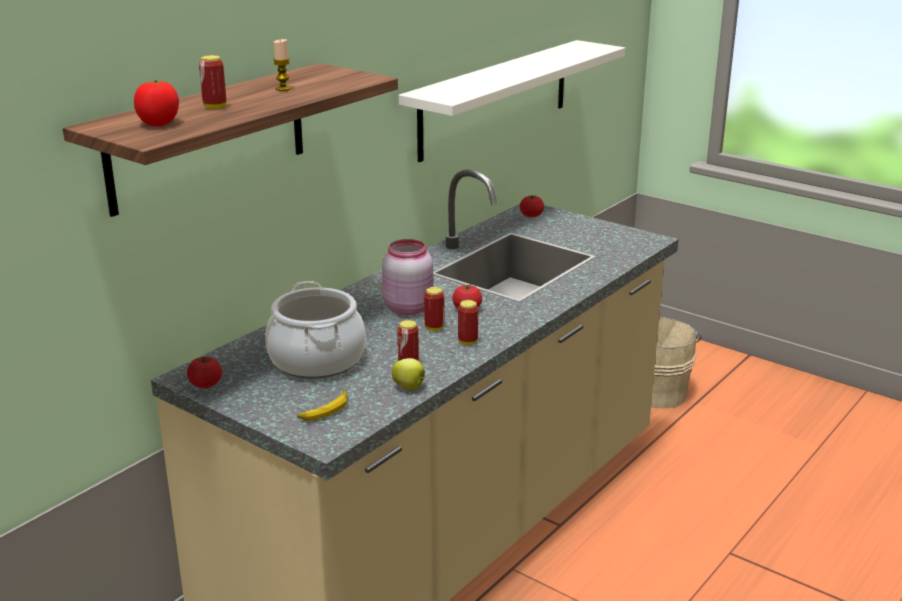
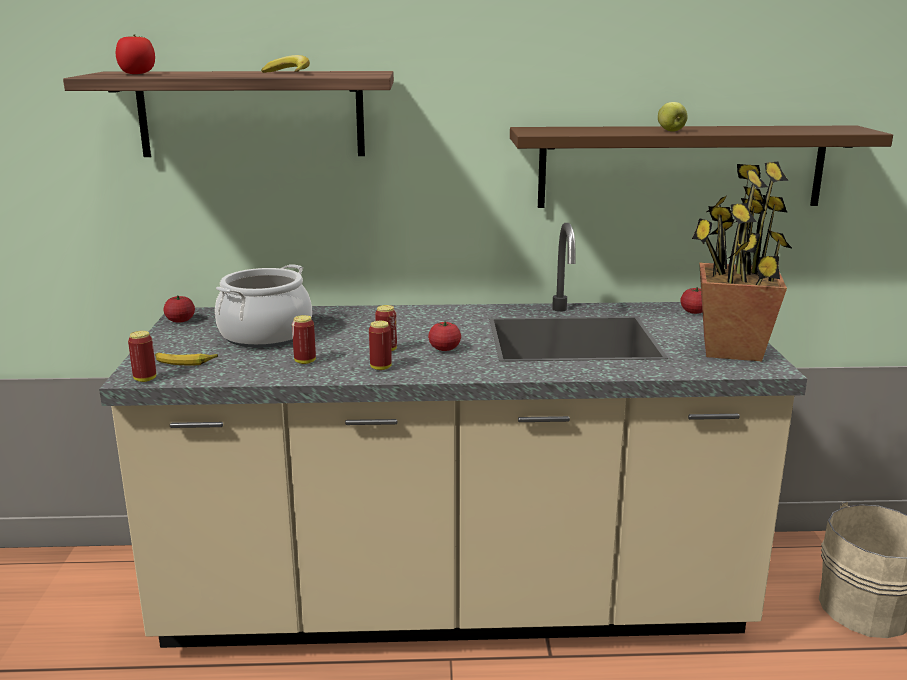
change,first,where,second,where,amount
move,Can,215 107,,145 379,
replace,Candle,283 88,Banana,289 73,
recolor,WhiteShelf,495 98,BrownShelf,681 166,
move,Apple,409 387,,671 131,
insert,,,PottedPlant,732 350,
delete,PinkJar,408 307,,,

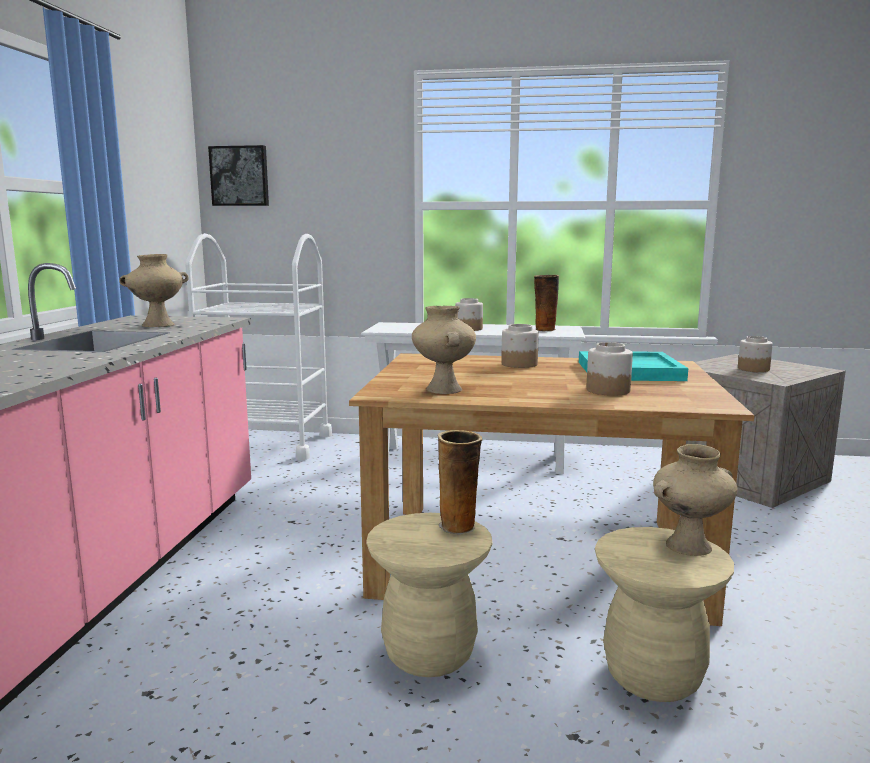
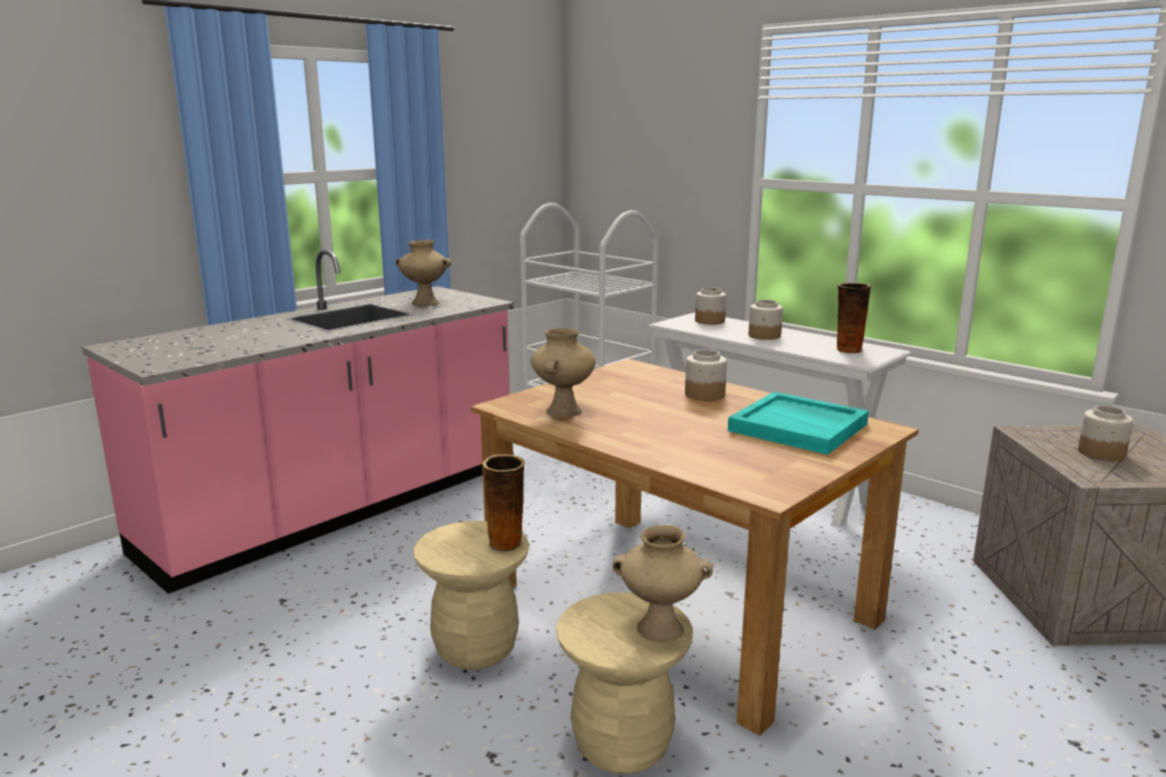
change,first,where,second,where,amount
move,Jar,607 390,,710 321,
delete,Picture,240 176,,,

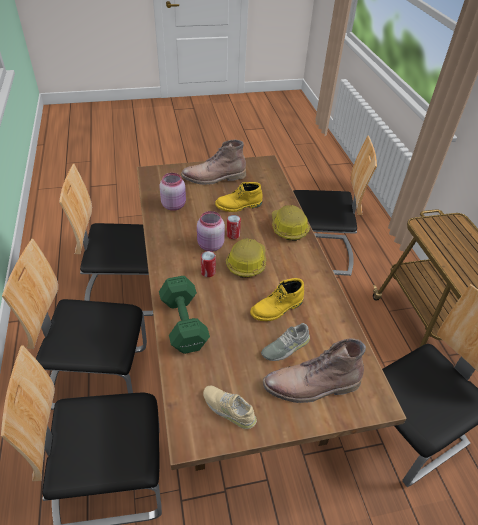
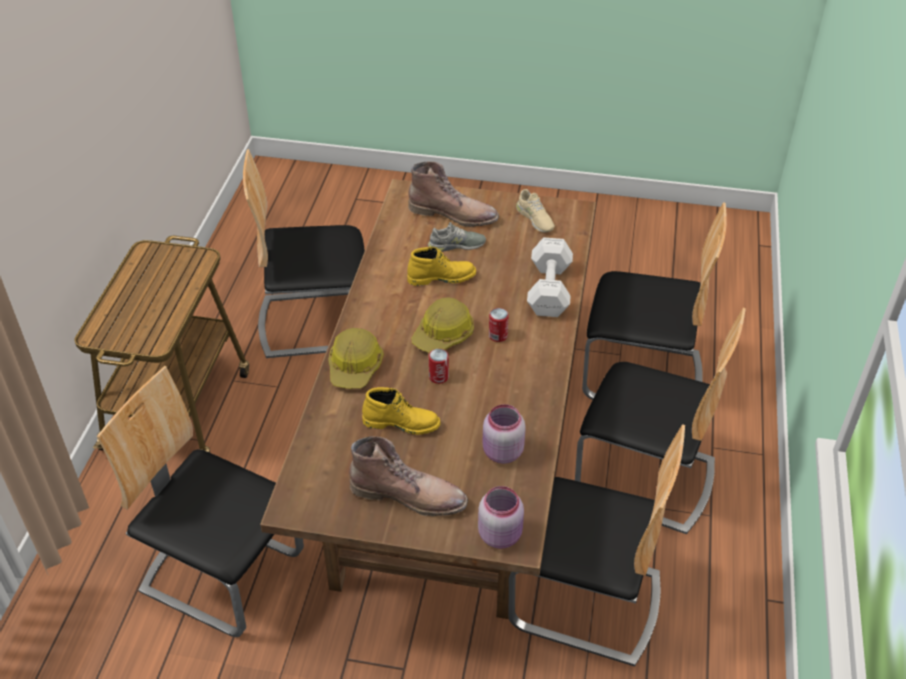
change,first,where,second,where,amount
move,PinkJar,210 246,,501 534,
recolor,GreenDumbbell,184 321,WhiteDumbbell,548 291,

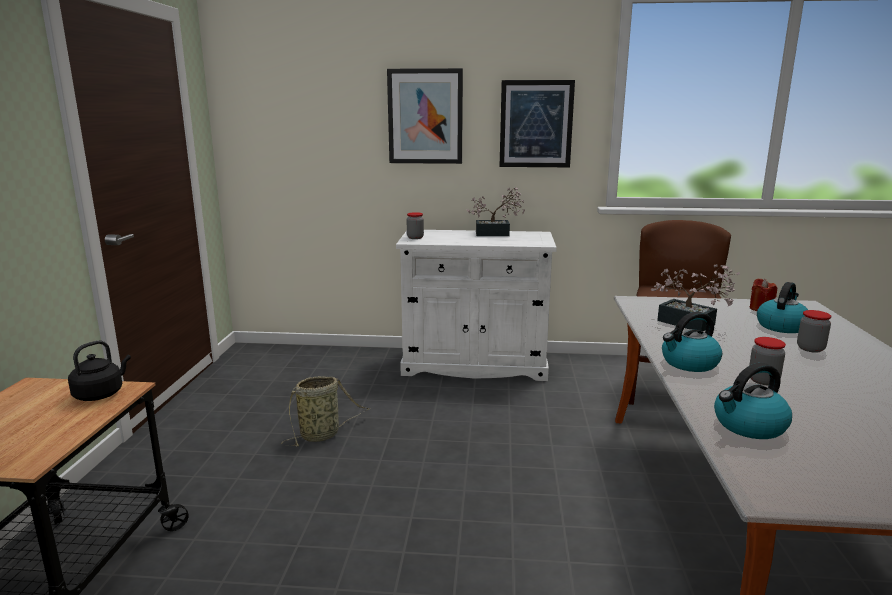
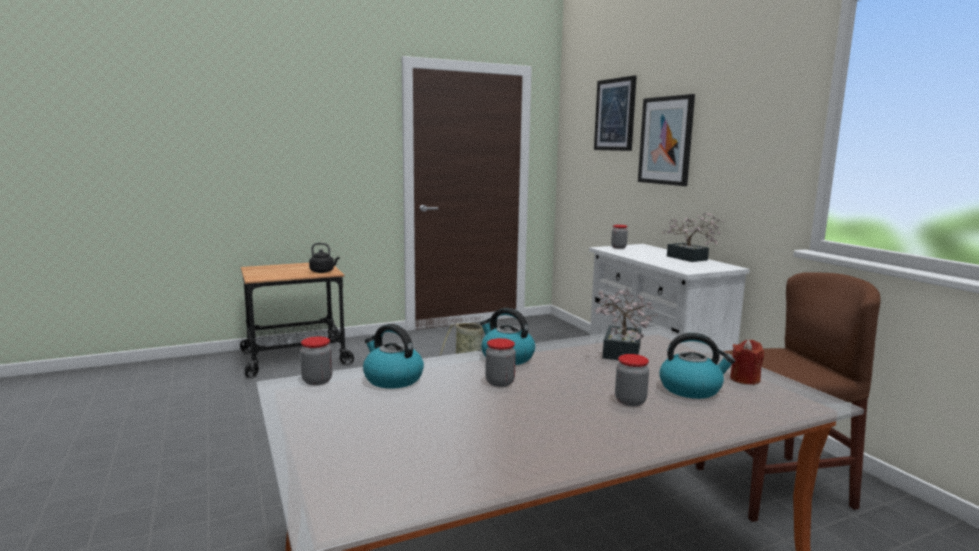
change,first,where,second,where,amount
insert,,,Jar,317 381,
move,Picture,536 124,,615 114,

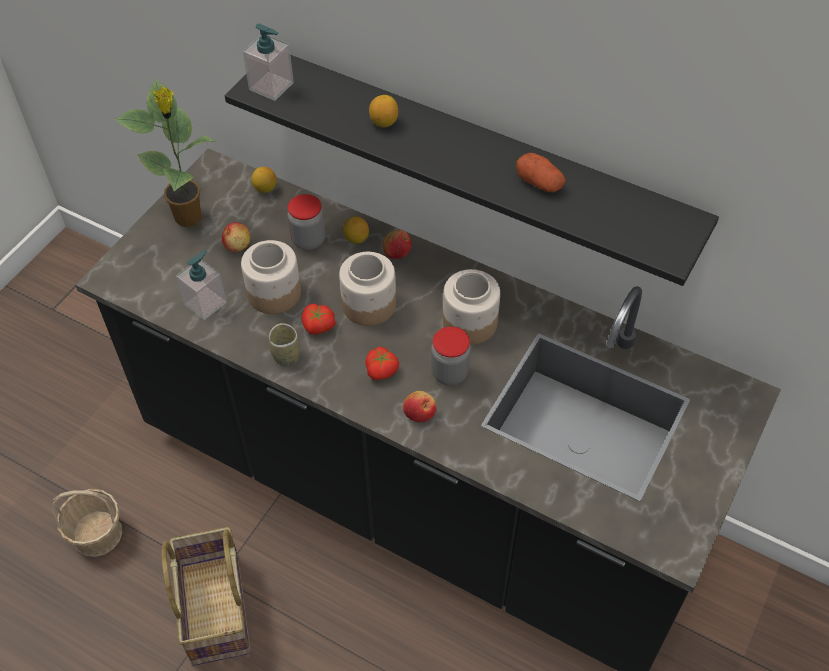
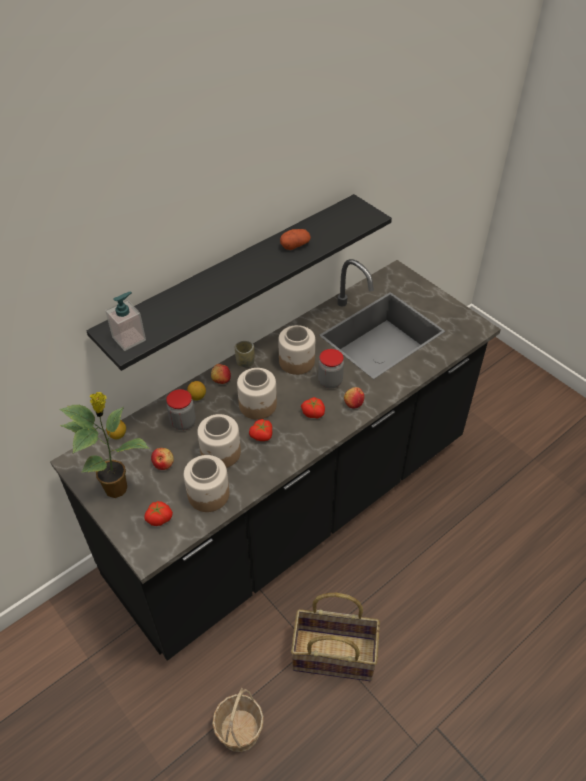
change,first,where,second,where,amount
insert,,,Tomato,159 517,
replace,SoapDispenser,205 303,Jar,208 495,
move,Cup,286 356,,245 362,
delete,Lemon,384 122,,,

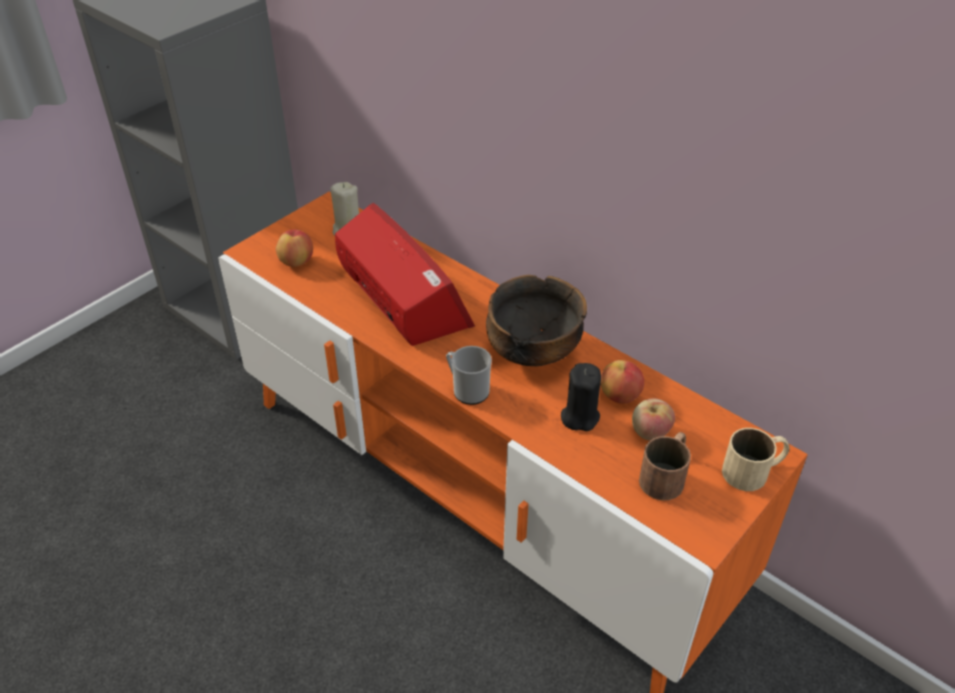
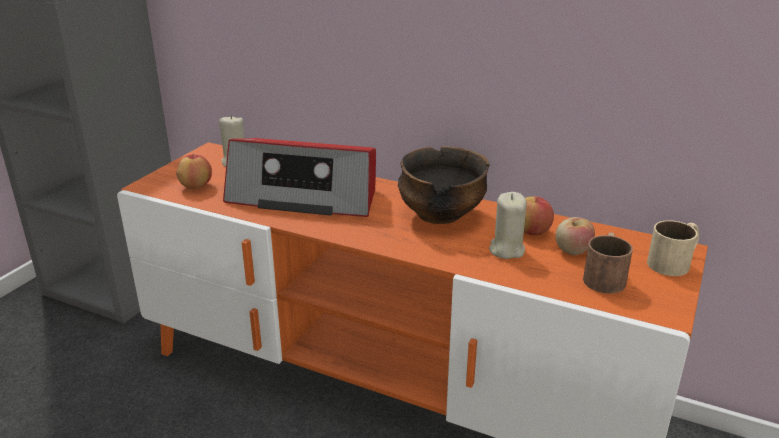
change,first,where,second,where,amount
rotate,Radio,402 296,,305 195,150 degrees clockwise
recolor,BlackCandle,579 417,BeigeCandle,506 250,
delete,Mug,467 390,,,

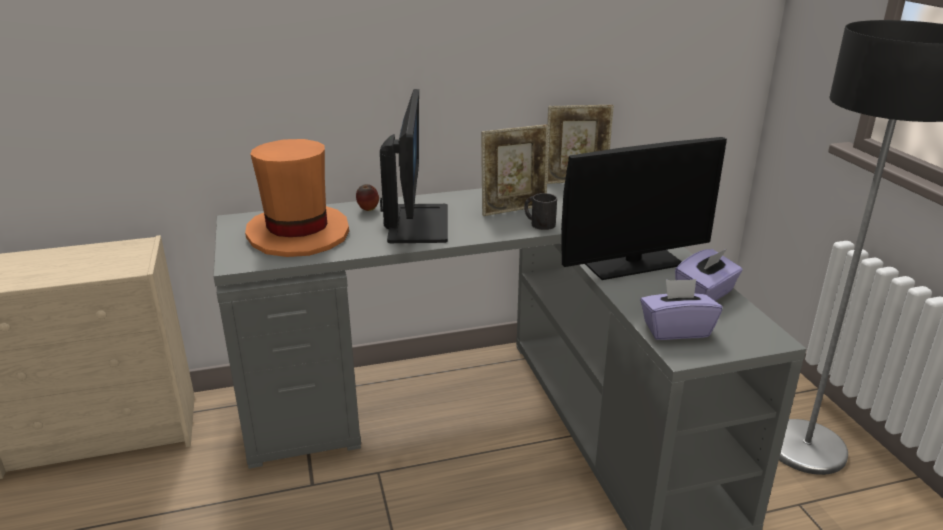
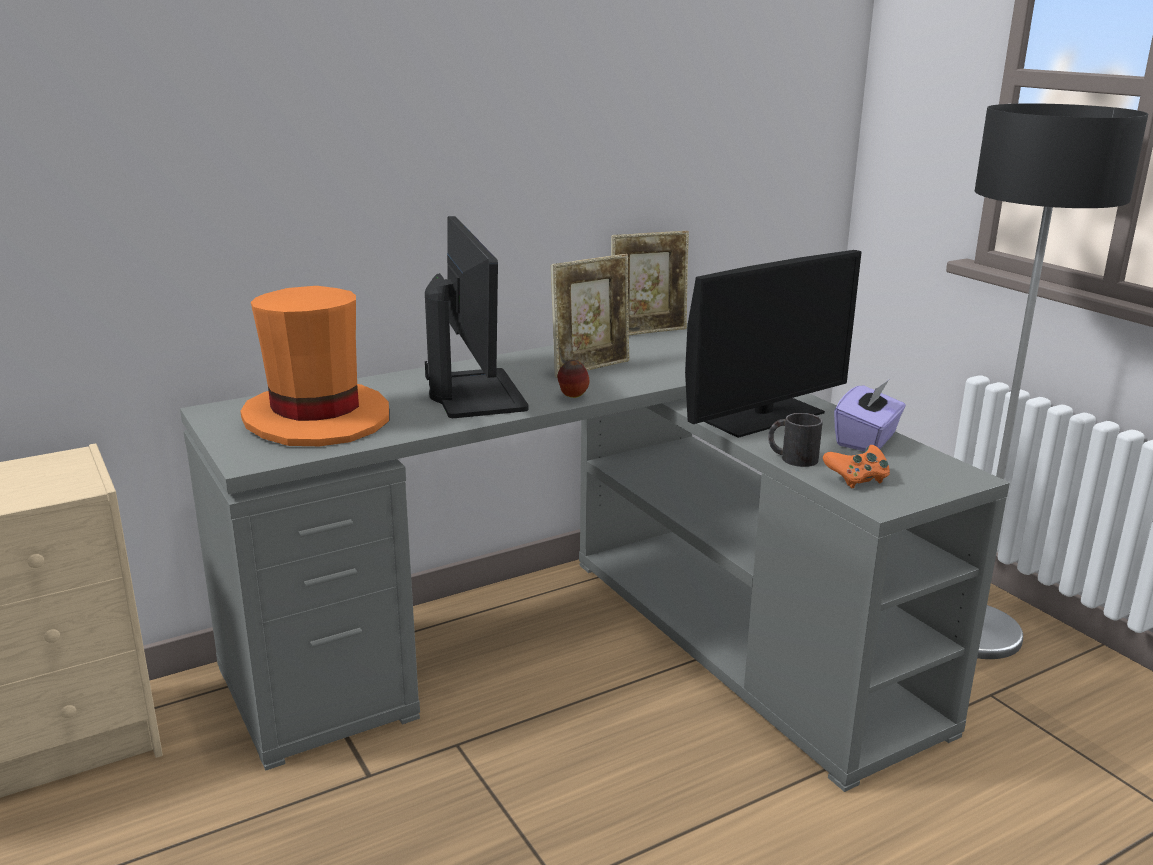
change,first,where,second,where,amount
move,Apple,368 210,,573 397,
move,BlackMug,538 223,,792 458,
replace,PurpleTissueBox,676 330,OrangeGameController,857 480,

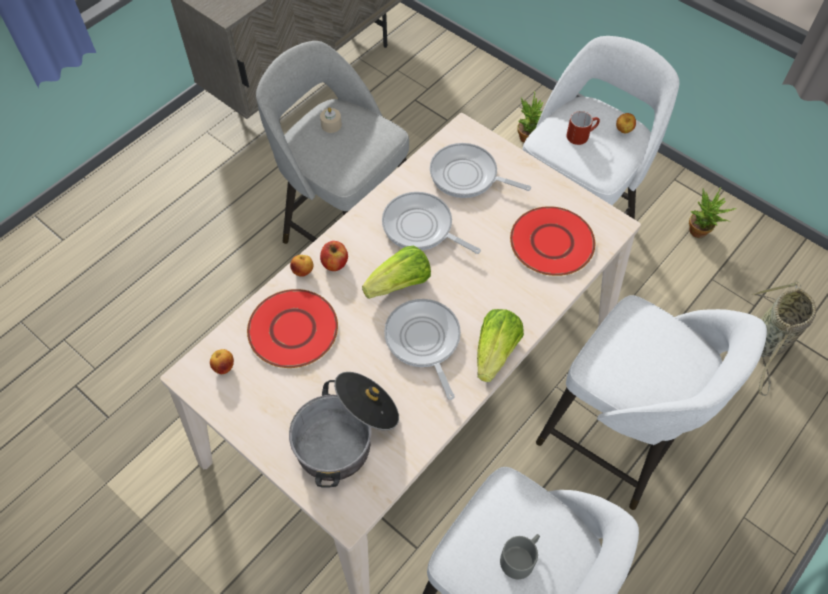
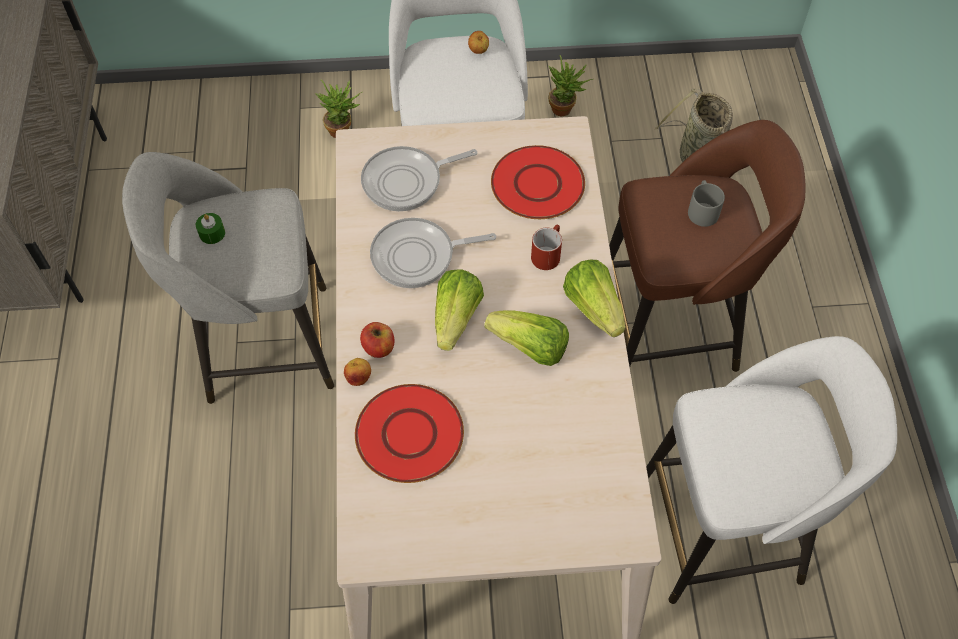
change,first,where,second,where,amount
recolor,BeigeCandle,331 125,GreenCandle,212 233,
replace,FryingPan,424 341,Lettuce,529 348,
move,RedMug,581 135,,547 253,
recolor,WhiteStool,617 437,BrownStool,671 326,
move,GreyMug,520 557,,701 209,
delete,Apple,224 367,,,
delete,CookingPot,346 435,,,

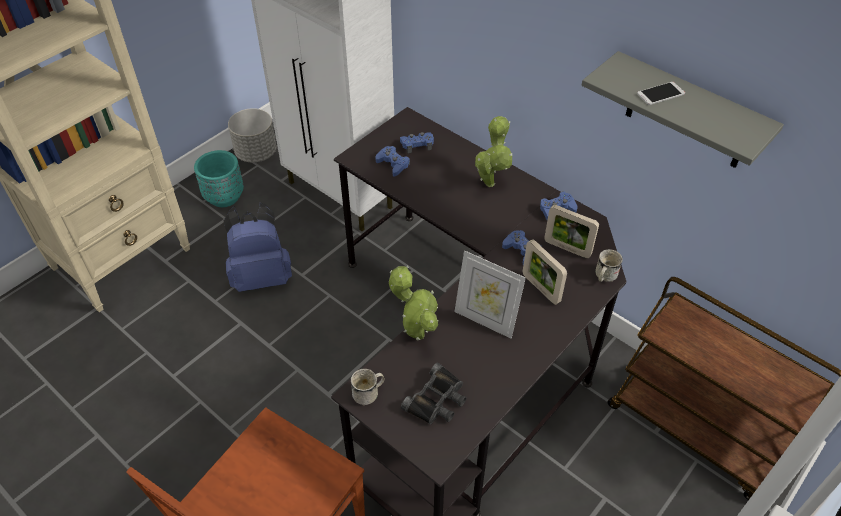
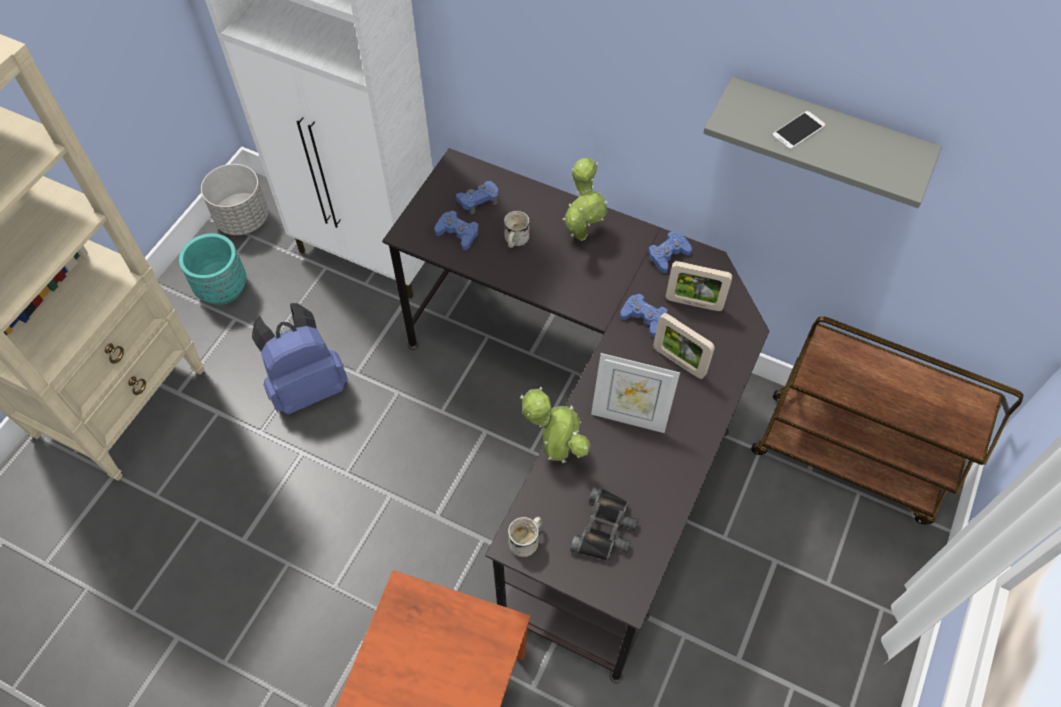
change,first,where,second,where,amount
move,WhiteMug,604 276,,515 241,

